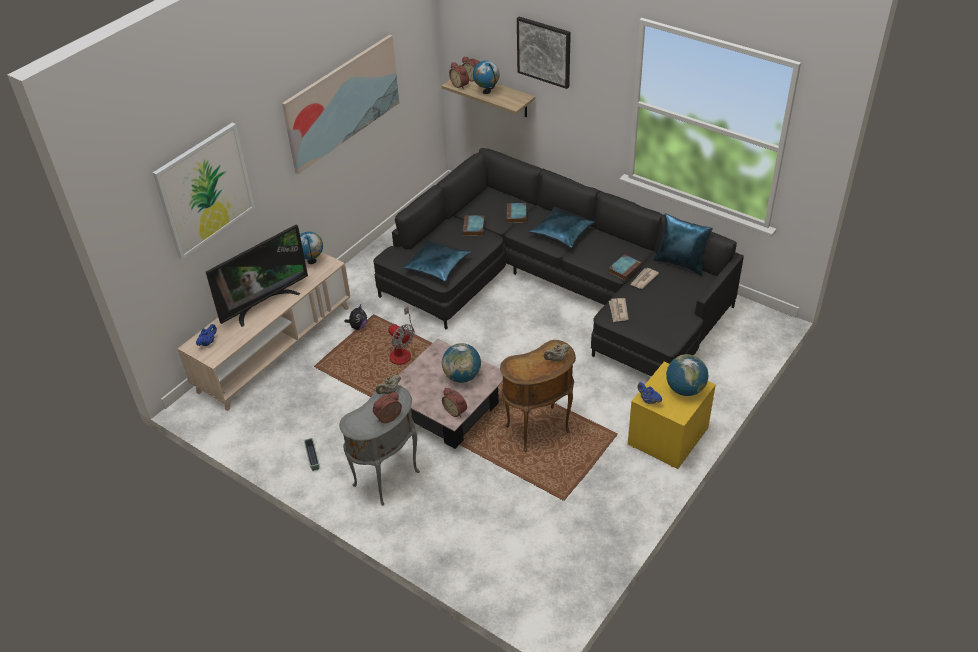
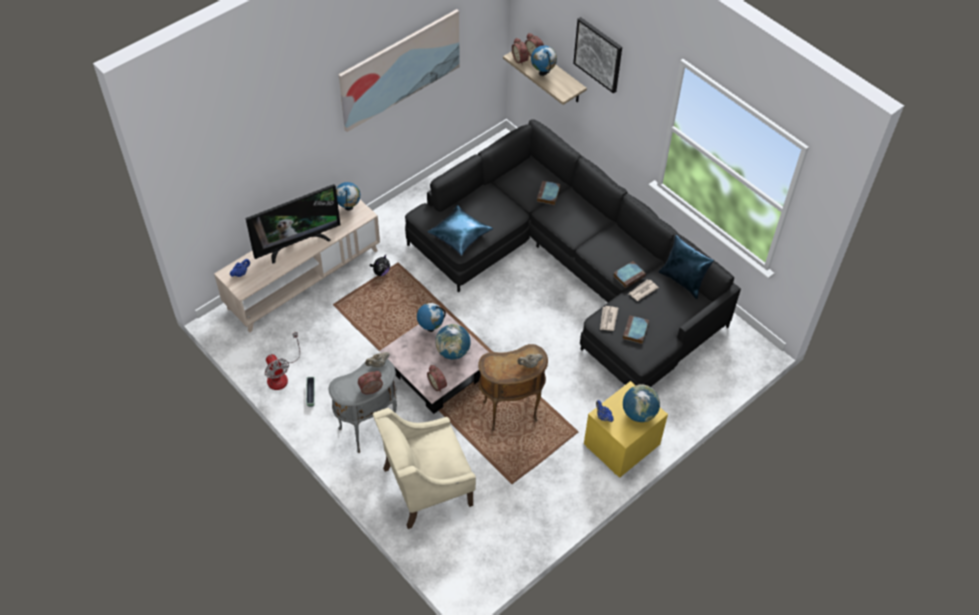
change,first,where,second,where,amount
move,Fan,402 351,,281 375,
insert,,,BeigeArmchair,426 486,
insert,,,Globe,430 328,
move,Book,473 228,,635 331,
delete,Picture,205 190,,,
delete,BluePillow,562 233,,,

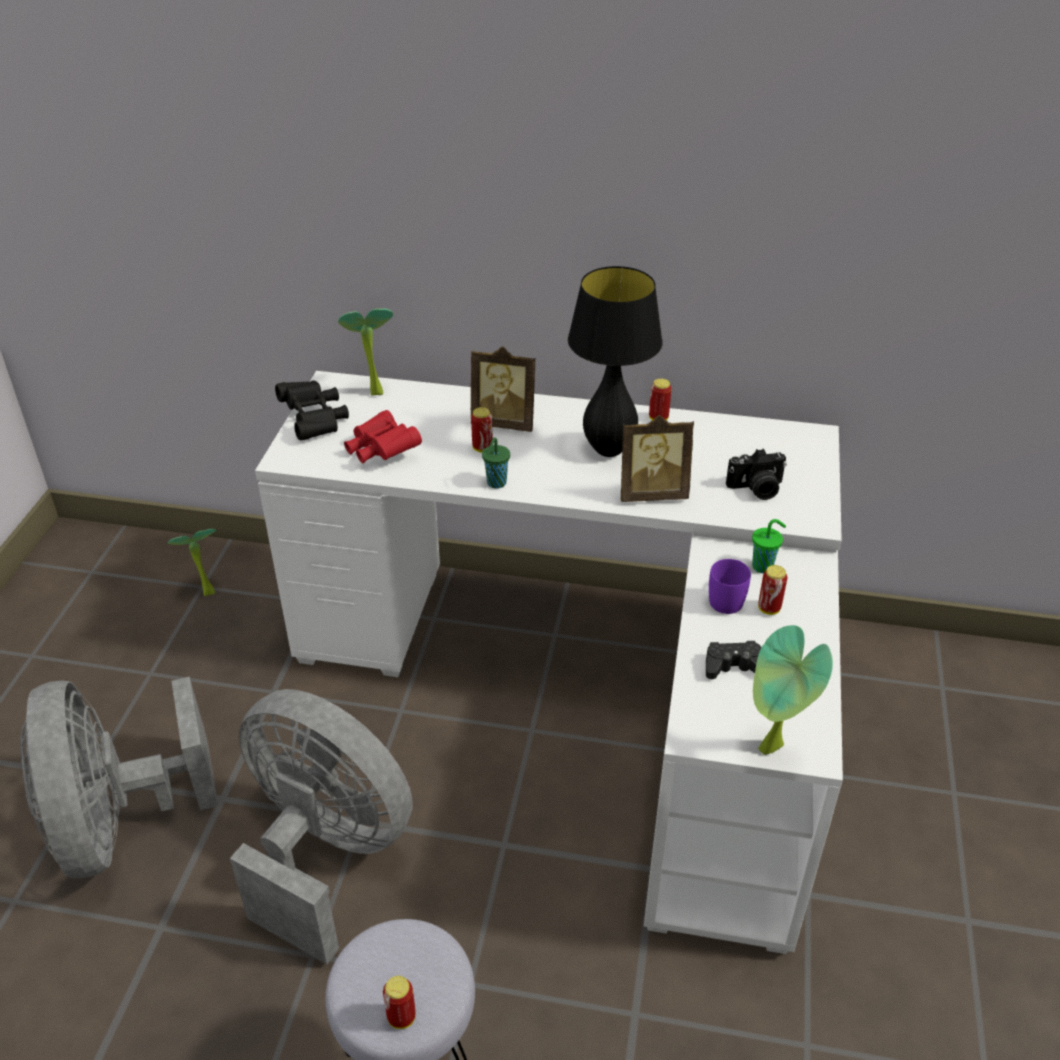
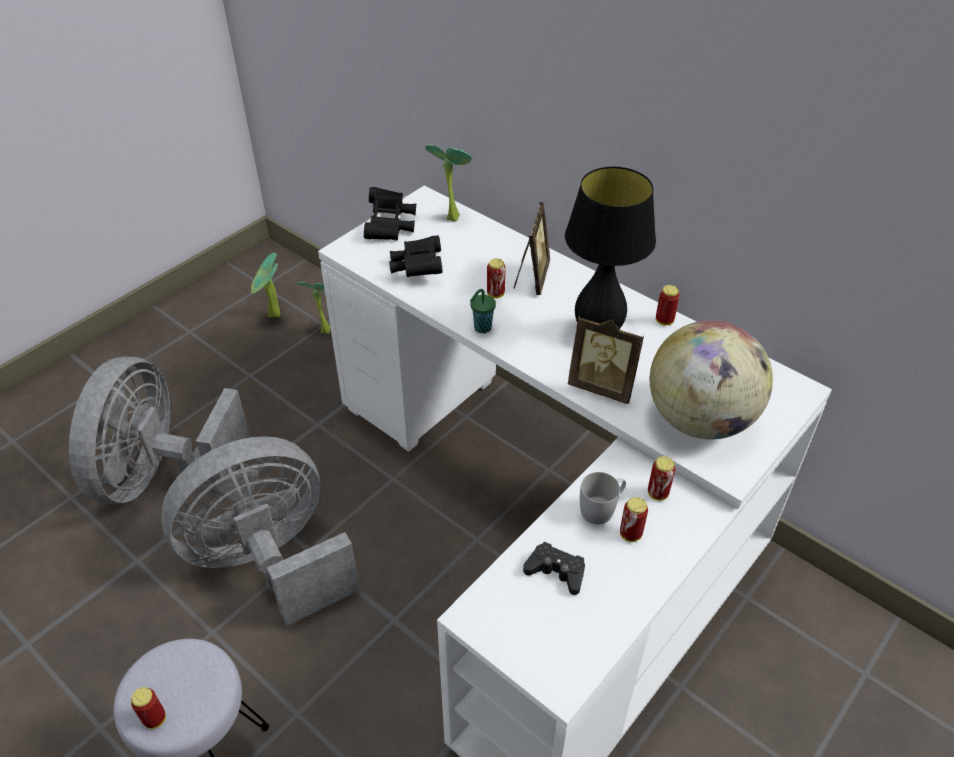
change,first,where,second,where,amount
rotate,GreyFan,325 853,,270 561,90 degrees counterclockwise
move,PottedPlant,771 751,,273 317,
recolor,RedBinoculars,381 451,BlackBinoculars,417 268,
rotate,PictureFrame,504 422,,531 278,120 degrees counterclockwise
recolor,PurpleMug,728 598,WhiteMug,602 508,
replace,GreenCup,763 566,Can,657 493,
replace,PhotoCamera,756 489,Globe,700 419,

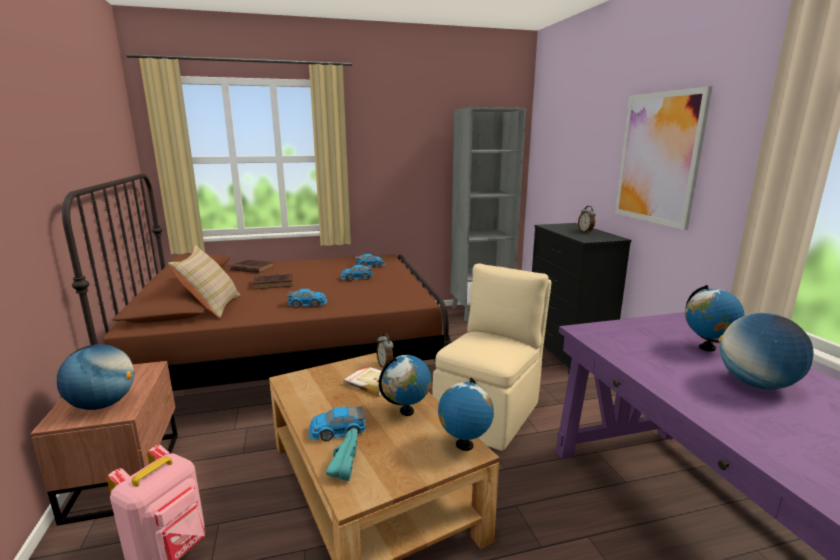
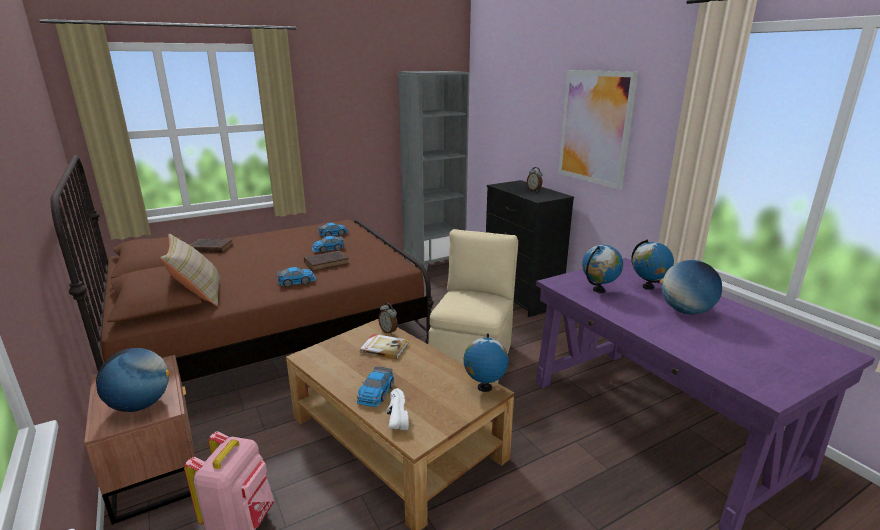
change,first,where,second,where,amount
move,BrownBook,274 284,,327 263,
rotate,ToyCar,337 430,,376 393,45 degrees counterclockwise
recolor,TurquoiseShoe,343 462,WhiteShoe,394 417,
move,Globe,406 411,,599 290,

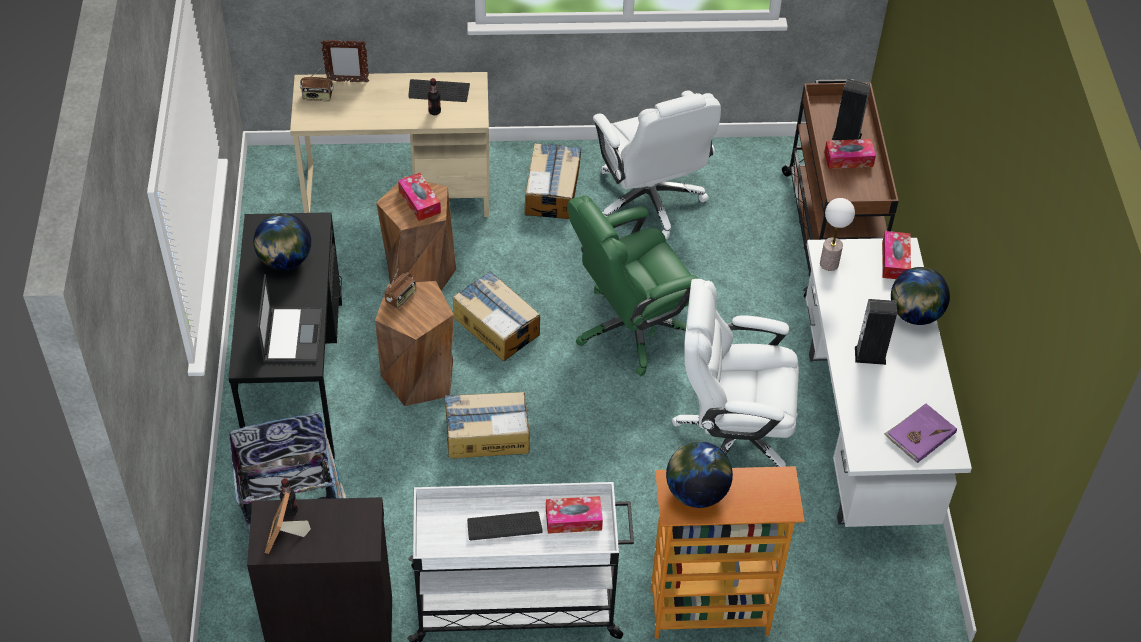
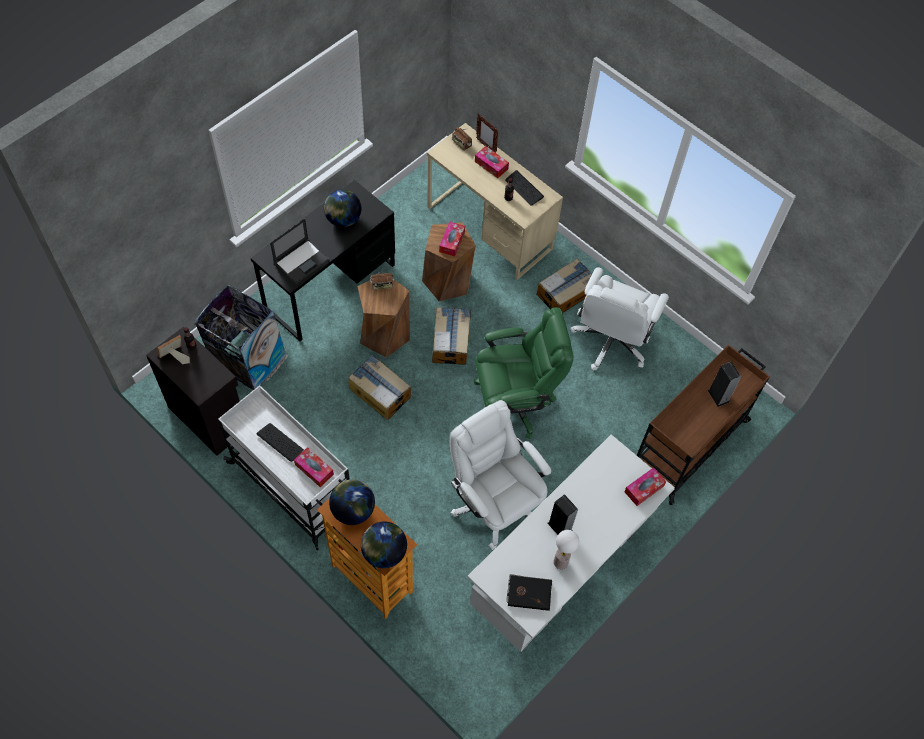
change,first,where,second,where,amount
move,Globe,914 314,,384 552,
rotate,GreenOfficeChair,631 328,,514 401,150 degrees clockwise
move,TissueBox,848 159,,491 165,
recolor,PurpleBook,919 434,BlackBook,529 592,
move,TableLamp,829 264,,561 562,

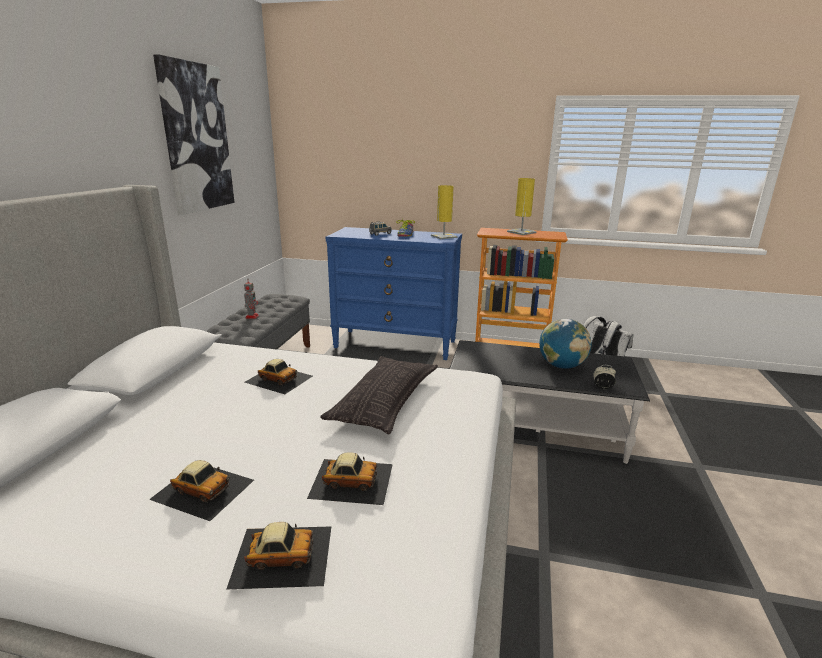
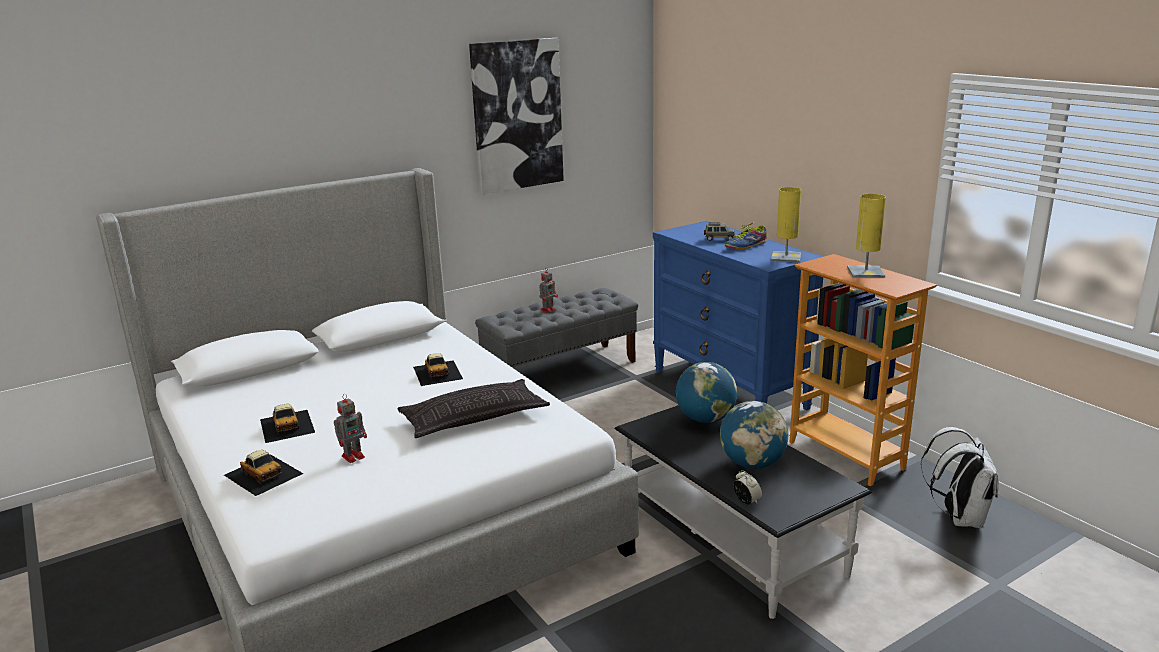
change,first,where,second,where,amount
replace,ToyCar,351 480,ToyRobot,354 456,
insert,,,Globe,705 419,

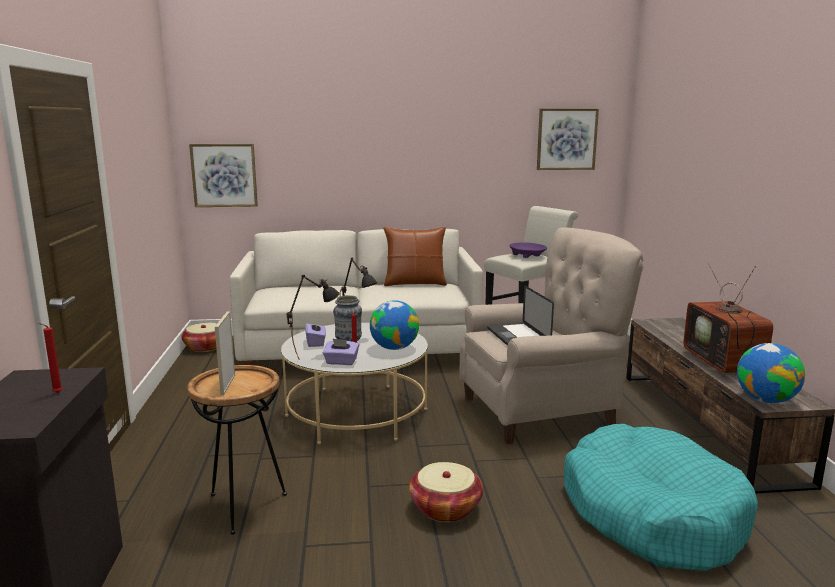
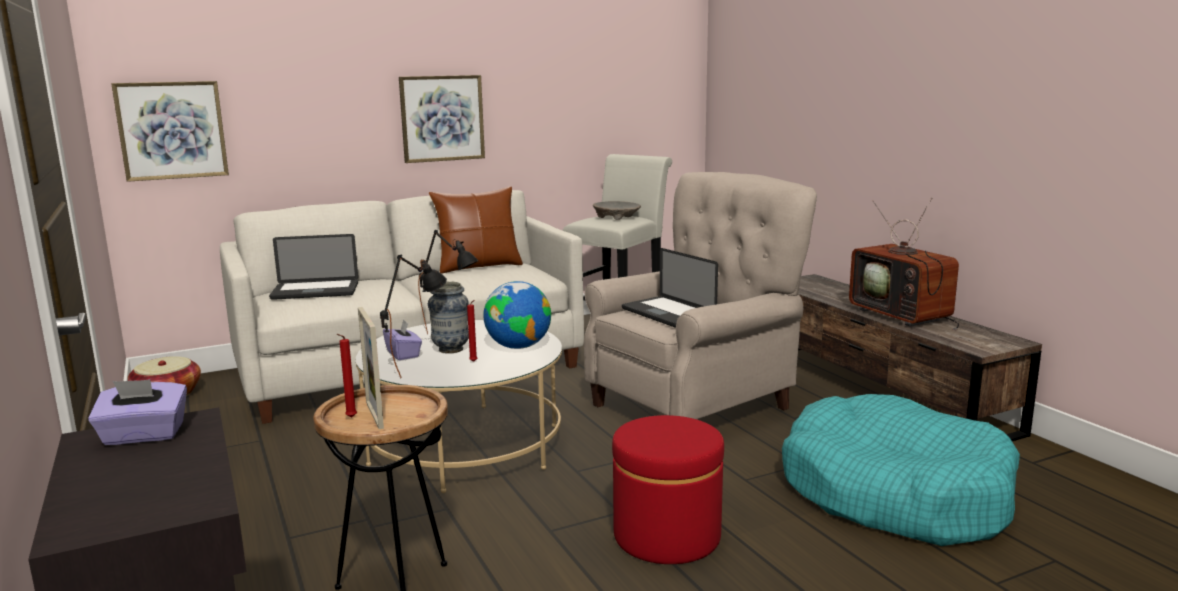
change,first,where,second,where,amount
move,PurpleTissueBox,341 362,,143 436,
insert,,,Laptop,315 291,
move,RedCandle,56 393,,350 418,
move,Picture,566 139,,442 118,
recolor,PurpleBowl,527 255,BeigeBowl,616 217,
replace,Basket,445 508,RedOttoman,667 536,
delete,Globe,766 400,,,

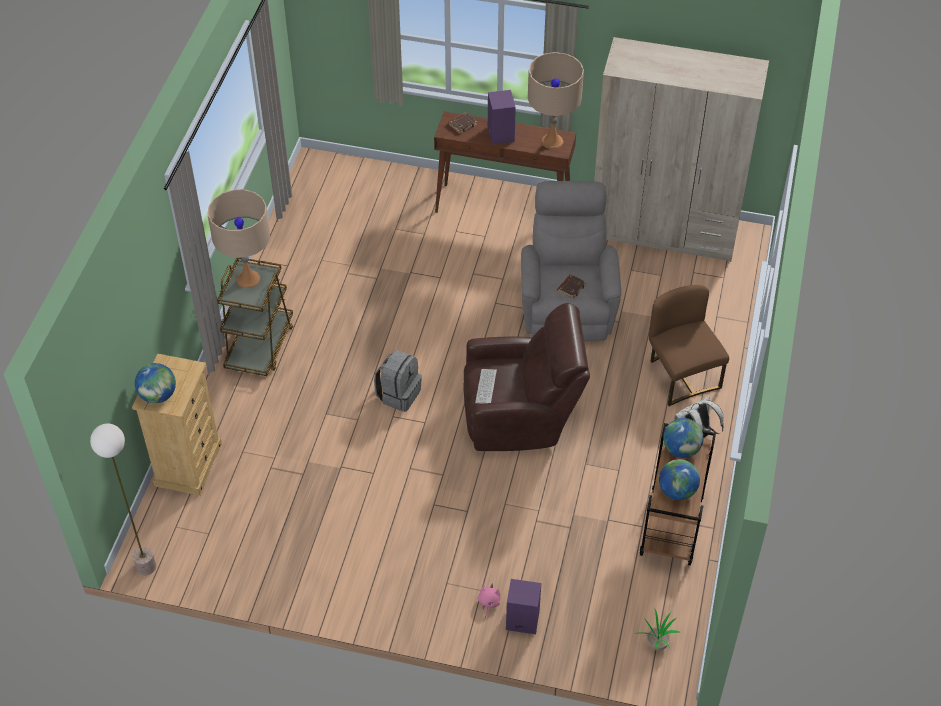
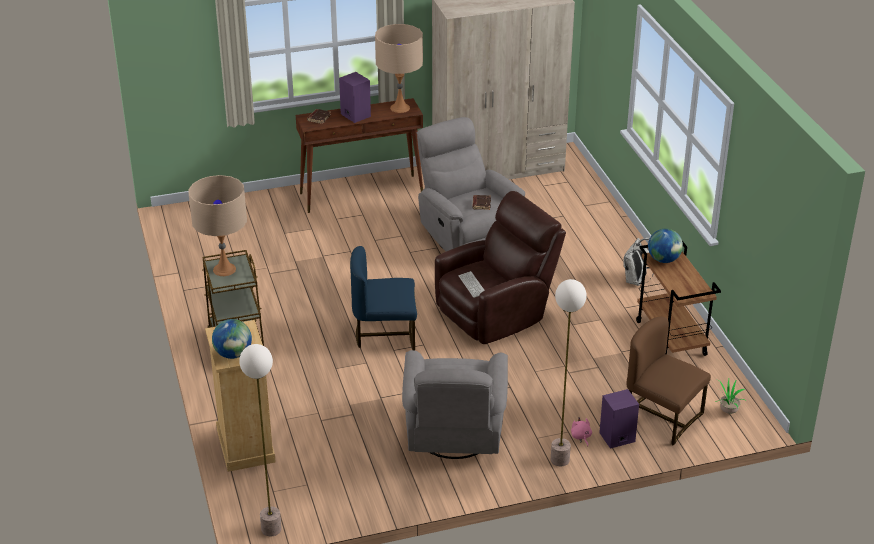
change,first,where,second,where,amount
replace,GreyBackpack,398 394,BlueChair,385 334,
insert,,,GreyArmchair,454 437,
insert,,,FloorLamp,559 460,
move,BrownChair,681 375,,662 417,
delete,Globe,677 491,,,

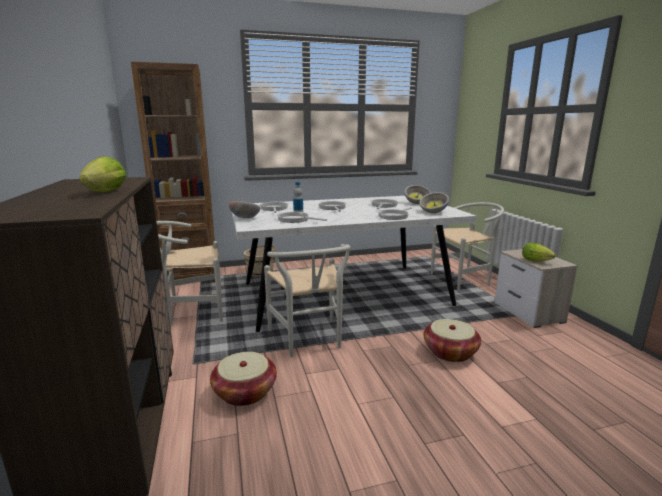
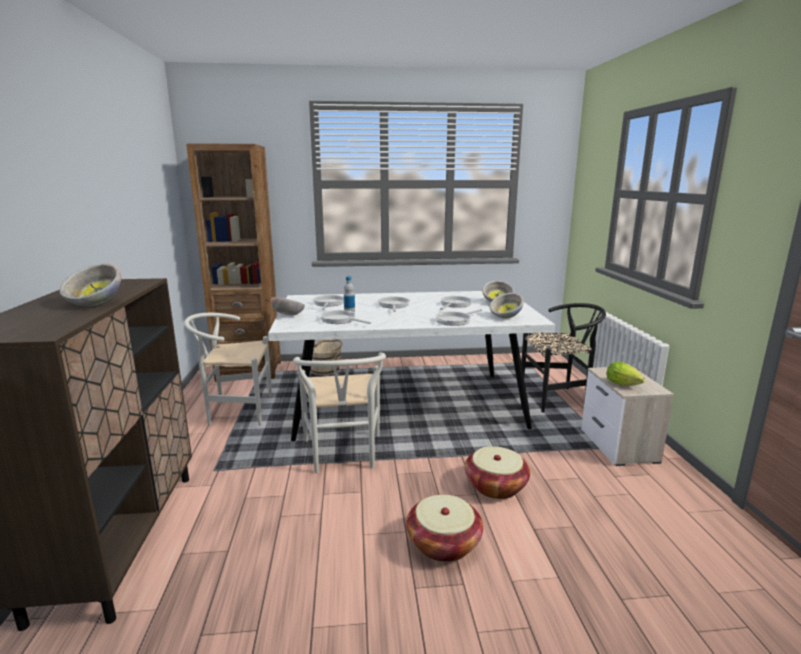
change,first,where,second,where,amount
replace,Lettuce,103 193,Bowl,95 304,
move,Basket,245 392,,443 543,
recolor,WhiteChair,464 281,BlackChair,558 398,

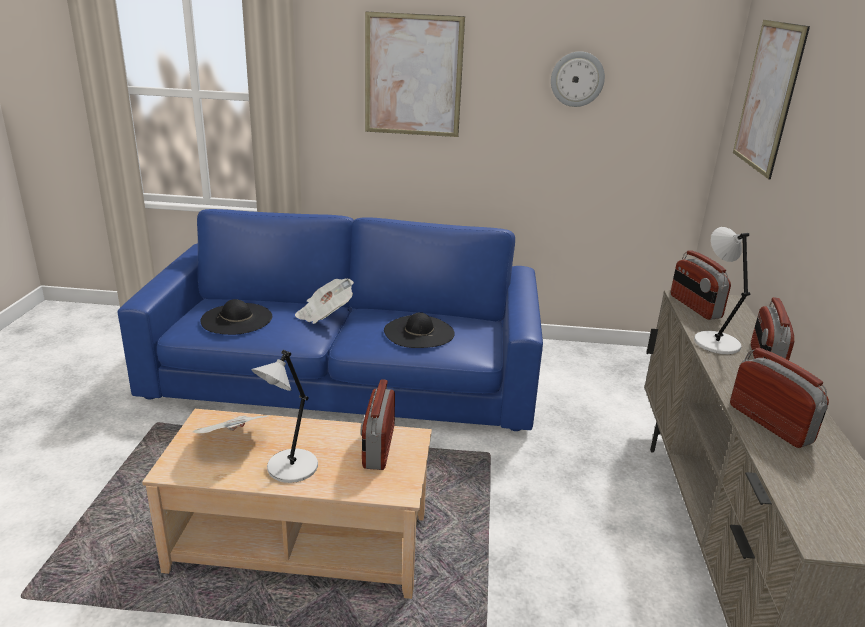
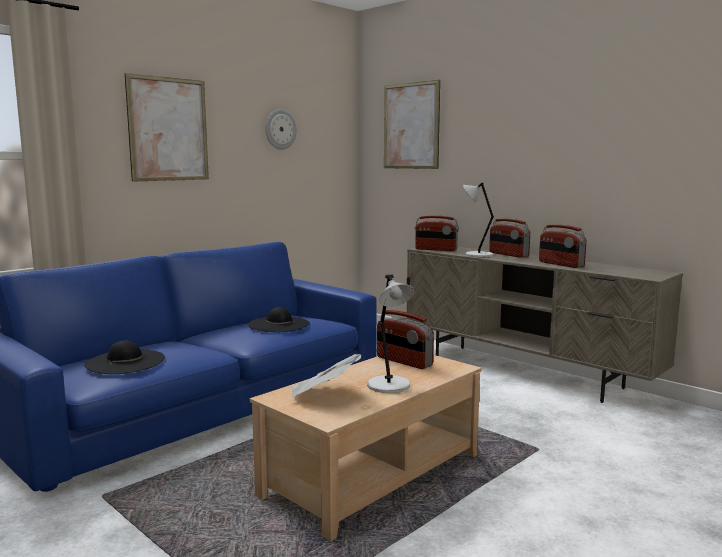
change,first,where,second,where,amount
rotate,Radio,770 423,,560 264,135 degrees counterclockwise
delete,Newspaper,324 314,,,

